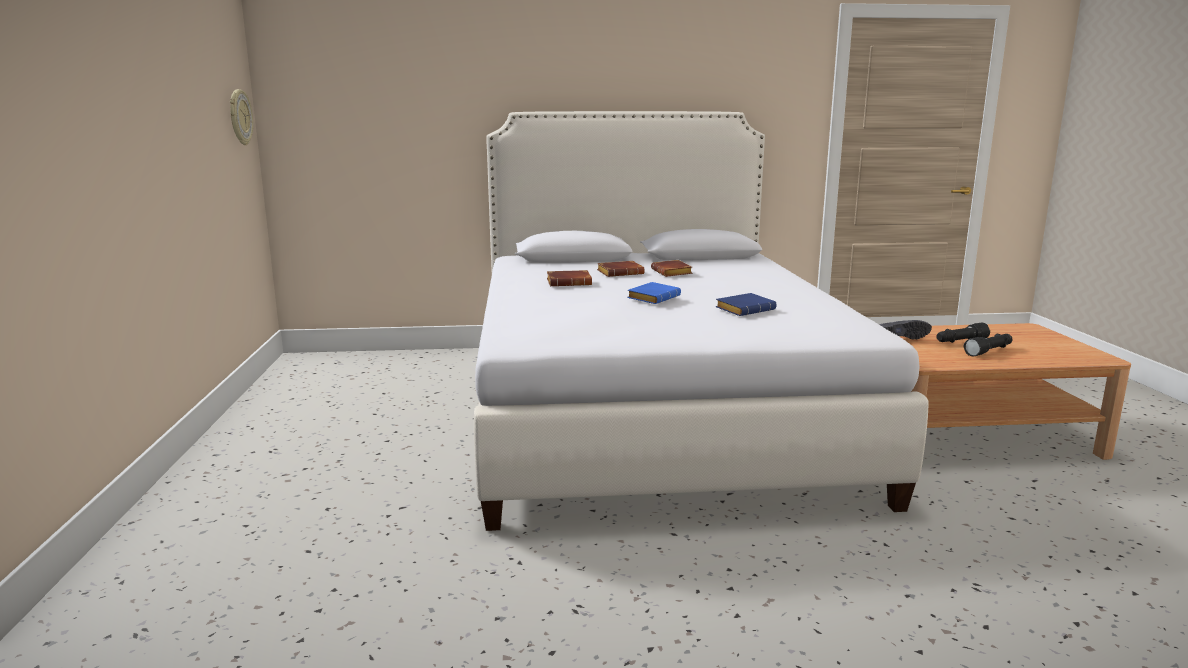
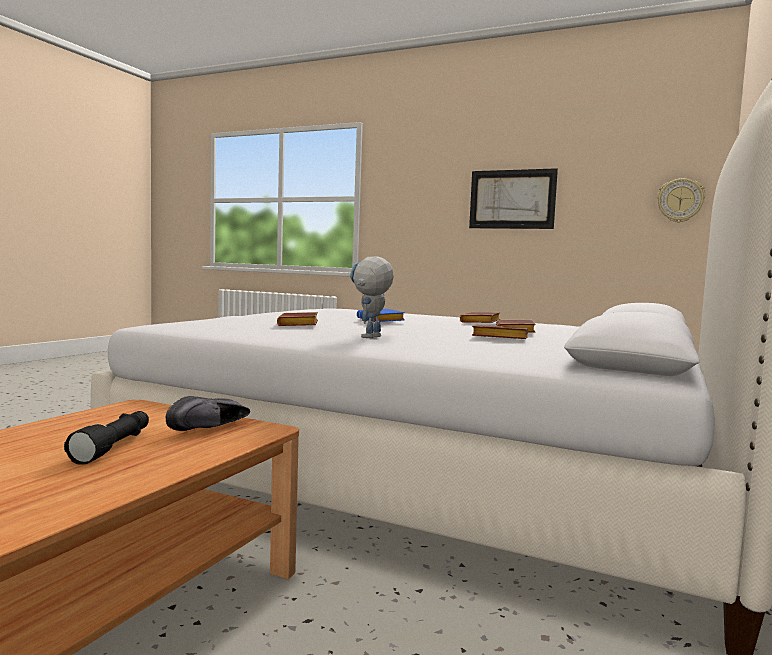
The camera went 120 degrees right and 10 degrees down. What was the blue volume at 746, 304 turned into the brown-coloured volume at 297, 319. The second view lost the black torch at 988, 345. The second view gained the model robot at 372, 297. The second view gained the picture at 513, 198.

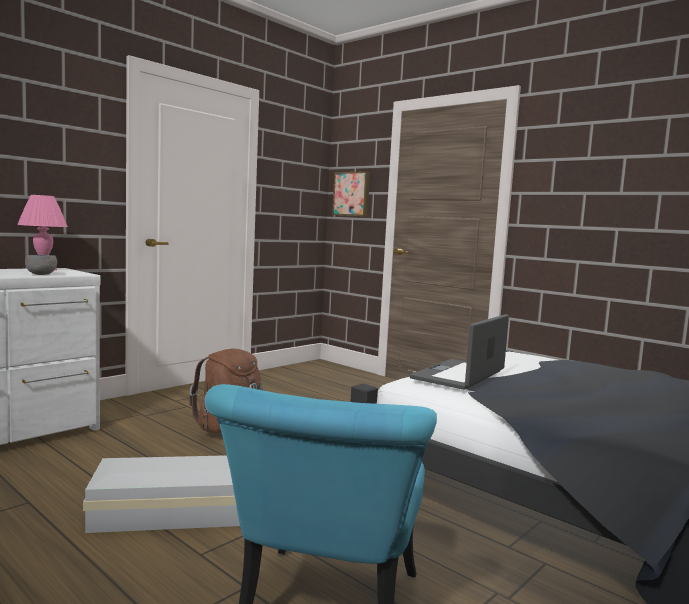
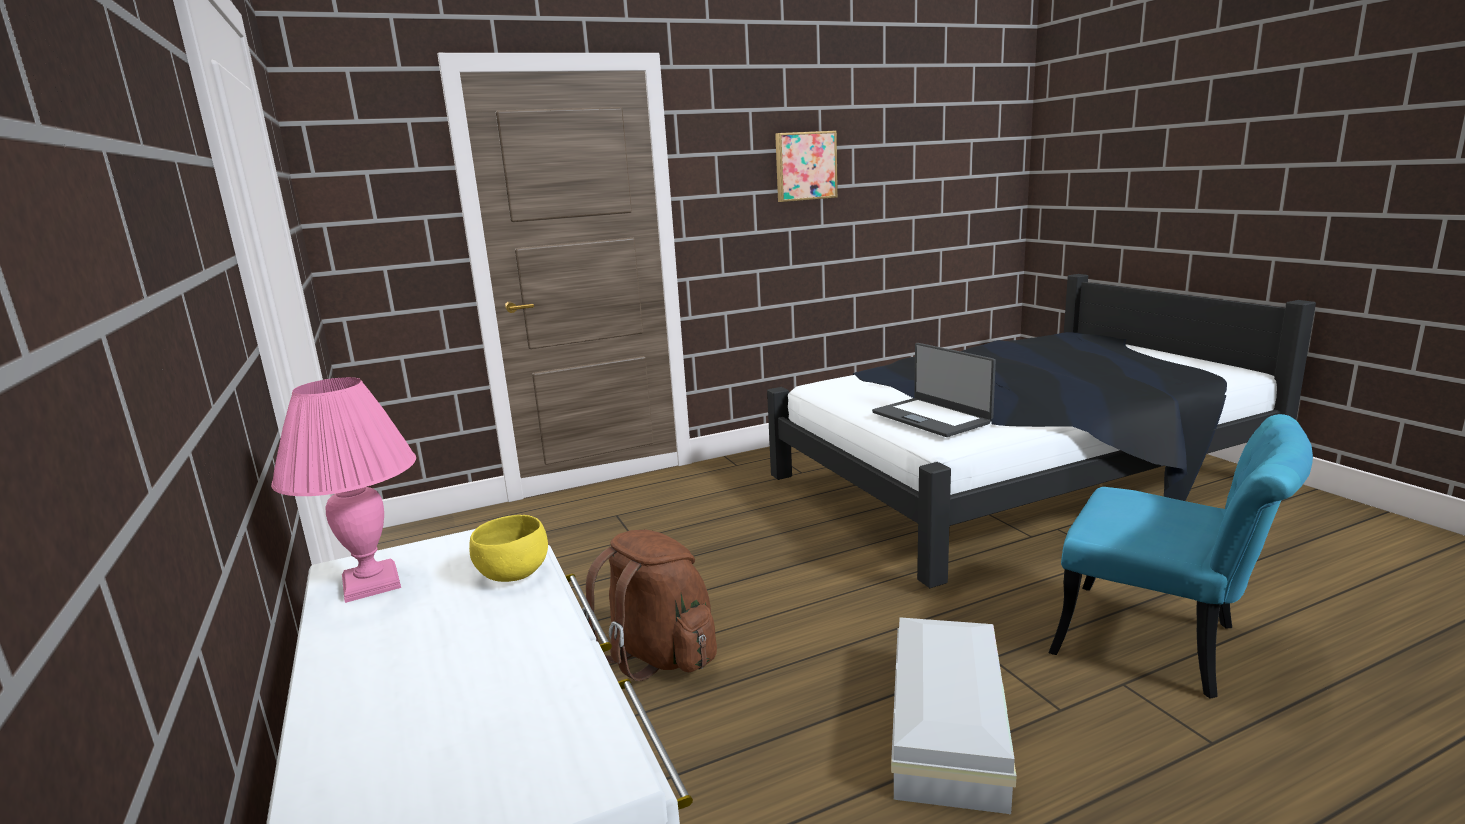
The camera went 65 degrees left and 10 degrees up. What was the gray serving bowl at 41, 265 turned into the yellow serving bowl at 508, 548. The picture ended up elsewhere, having gone from 351, 193 to 806, 166.

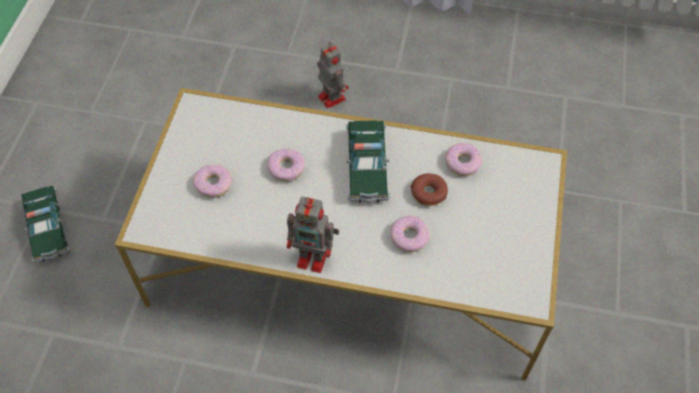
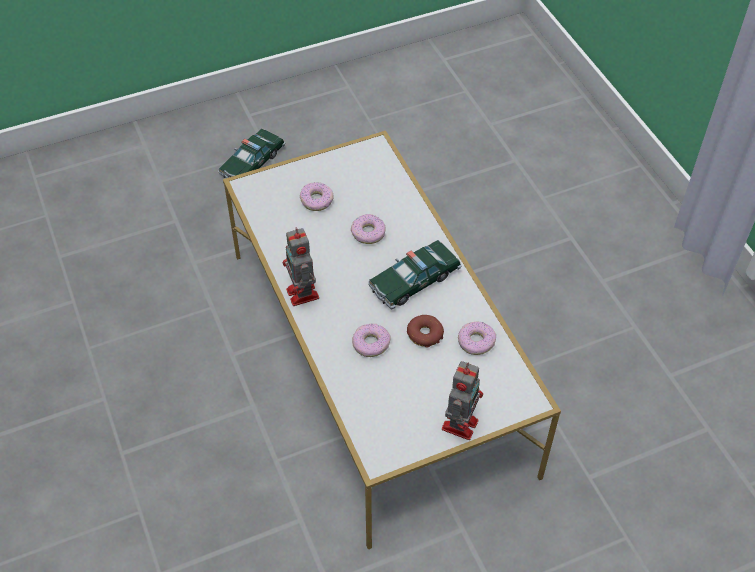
The camera went 55 degrees right and 5 degrees down. The model robot ended up elsewhere, having gone from 333, 75 to 462, 400.

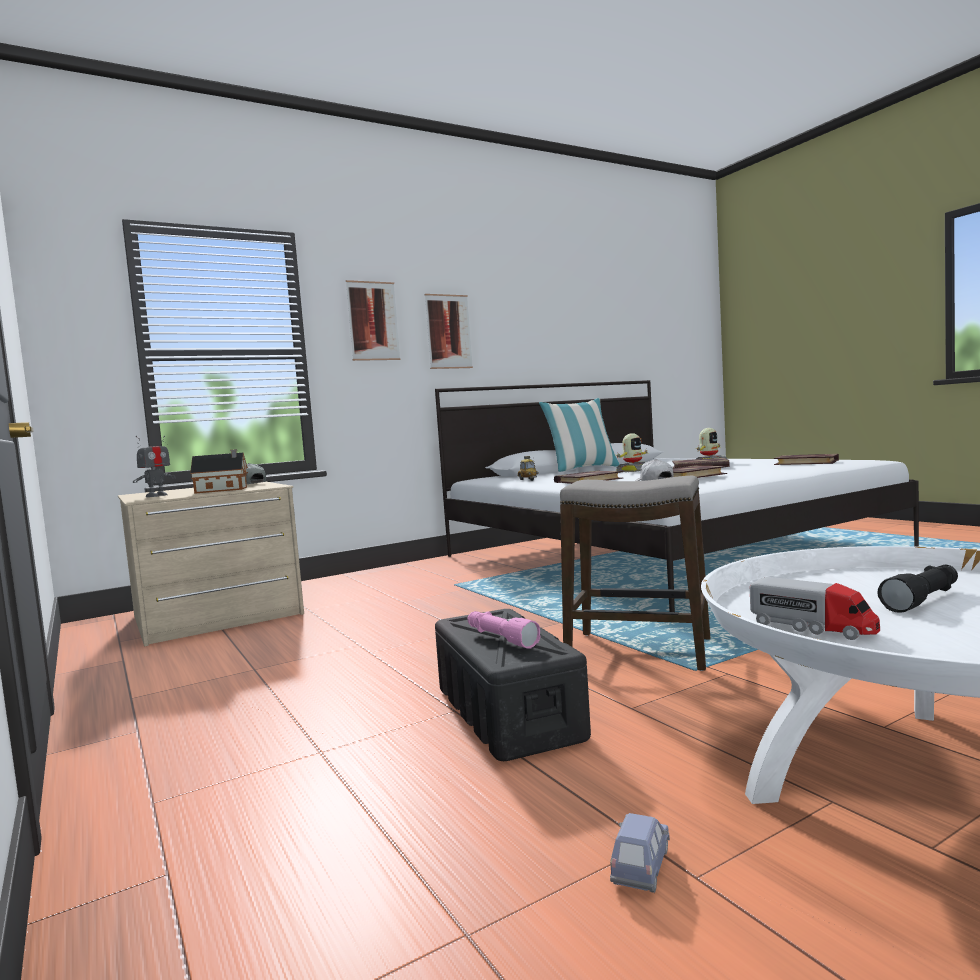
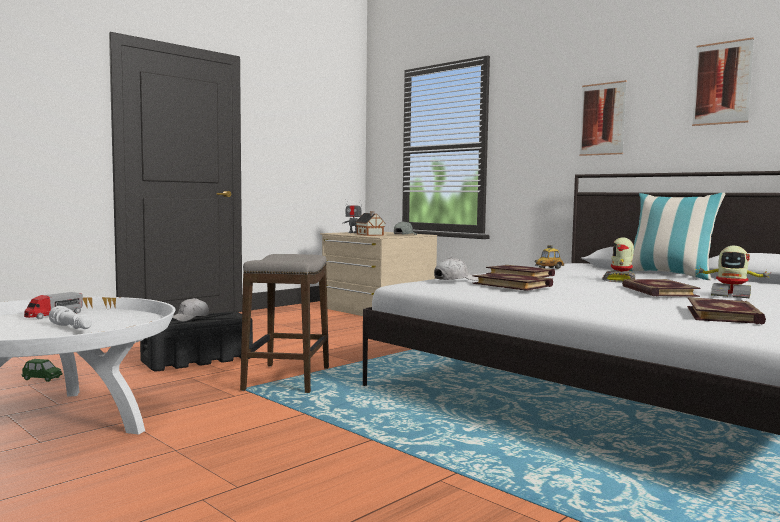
The camera went 75 degrees right and 0 degrees up. The picture ended up elsewhere, having gone from 373, 320 to 723, 81. Where the pink torch stood at 504, 630, the whitish peaked cap came to stand at 190, 310. What was the blue miniature car at 640, 853 turned into the greenish miniature car at 42, 370. The model robot at 632, 452 ended up facing another way, 75 degrees clockwise from before. What was the black torch at 918, 589 turned into the whitish torch at 70, 317.

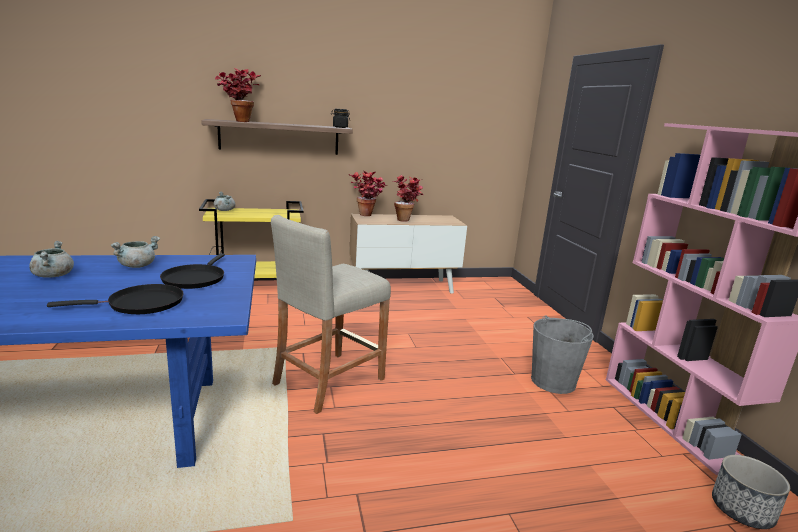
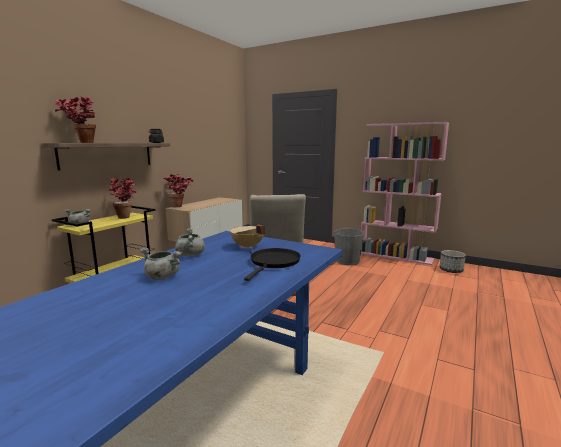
The camera went 45 degrees left and 5 degrees down. Where the black skillet stood at 192, 271, the beige saucepot came to stand at 247, 237. The plant in a pot ended up elsewhere, having gone from 408, 198 to 122, 198.

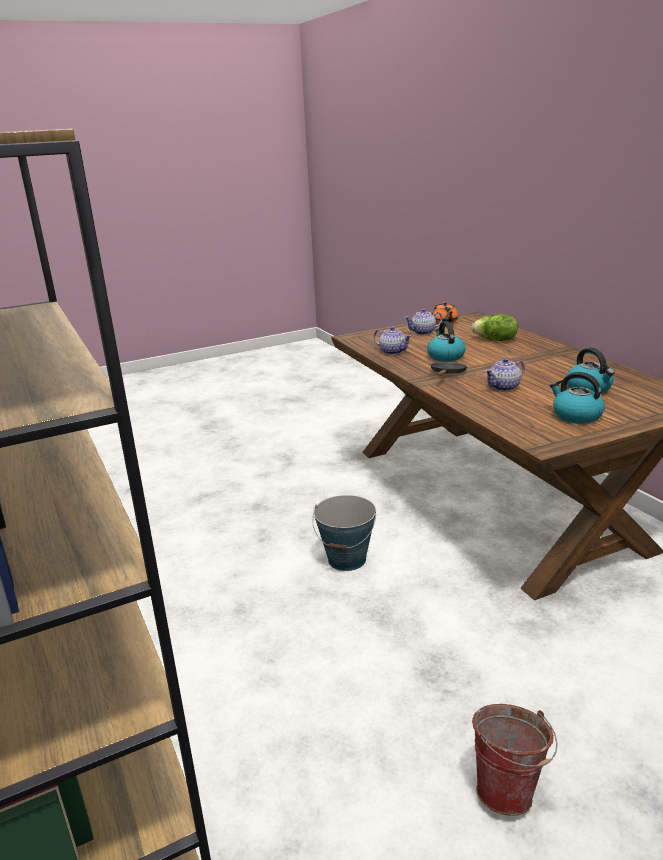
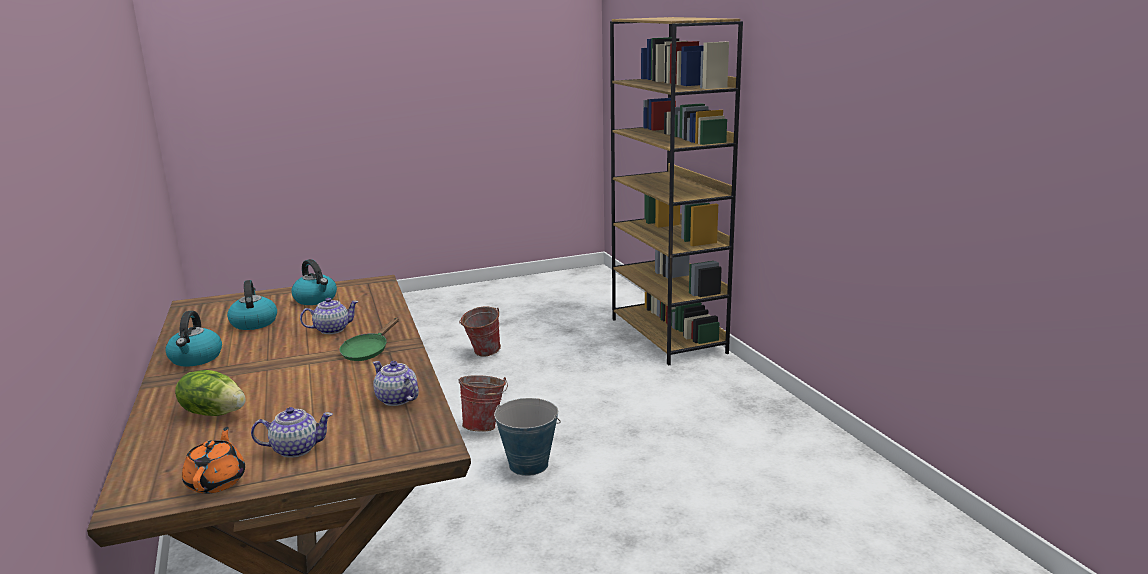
The camera went 175 degrees left and 5 degrees down. The water kettle ended up elsewhere, having gone from 446, 341 to 193, 339. What was the black skillet at 448, 369 turned into the greenish skillet at 369, 339. The second view gained the water bucket at 483, 403.

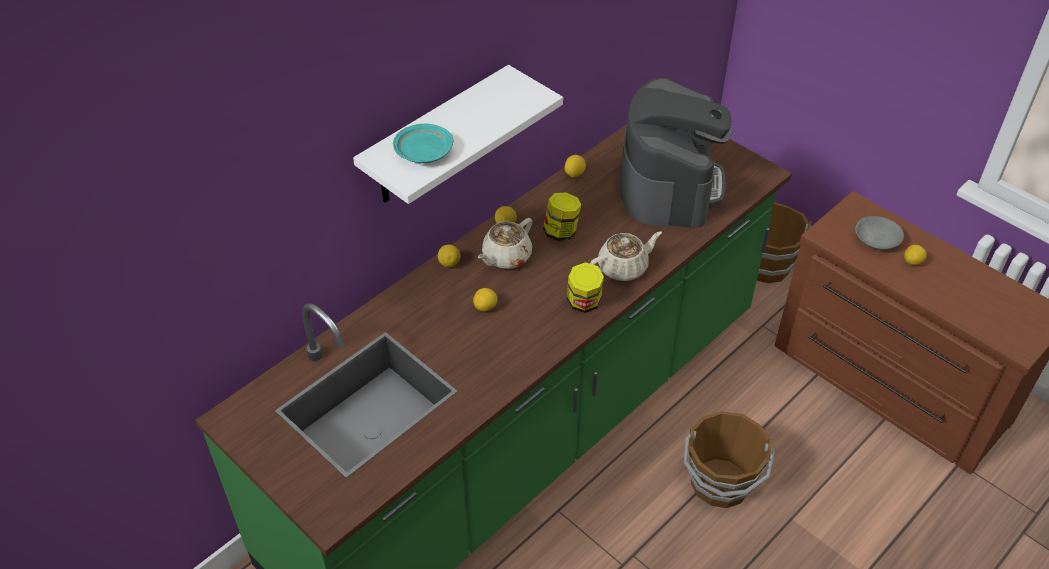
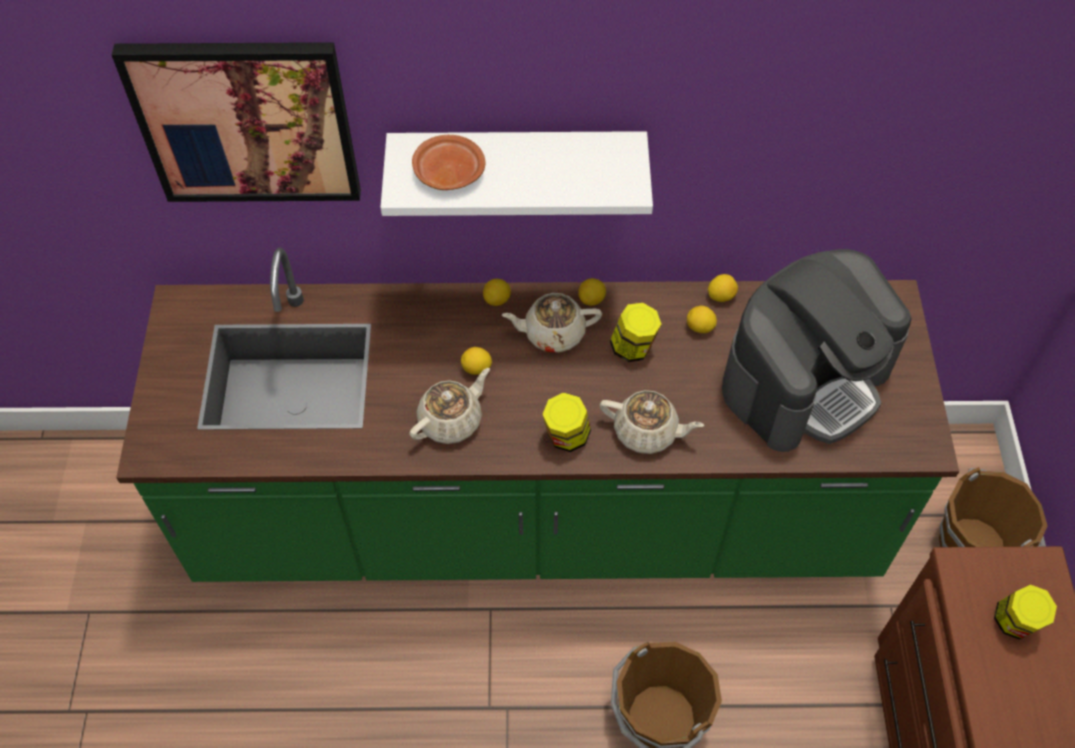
The camera went 45 degrees right and 10 degrees up. What was the blue-green dinner plate at 423, 143 turned into the brown-coloured dinner plate at 448, 162. Where the gray serving bowl stood at 879, 233, the preserve jar came to stand at 1025, 612. The whole lemon ended up elsewhere, having gone from 915, 255 to 702, 319. The second view gained the picture at 236, 122. The second view gained the beige teapot at 449, 406.

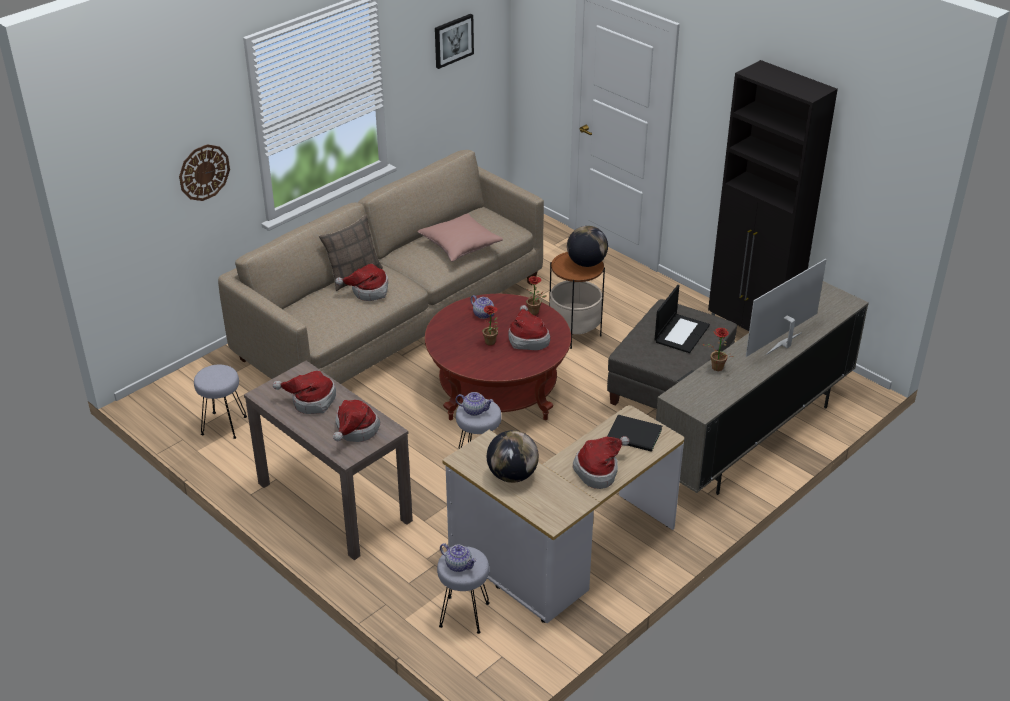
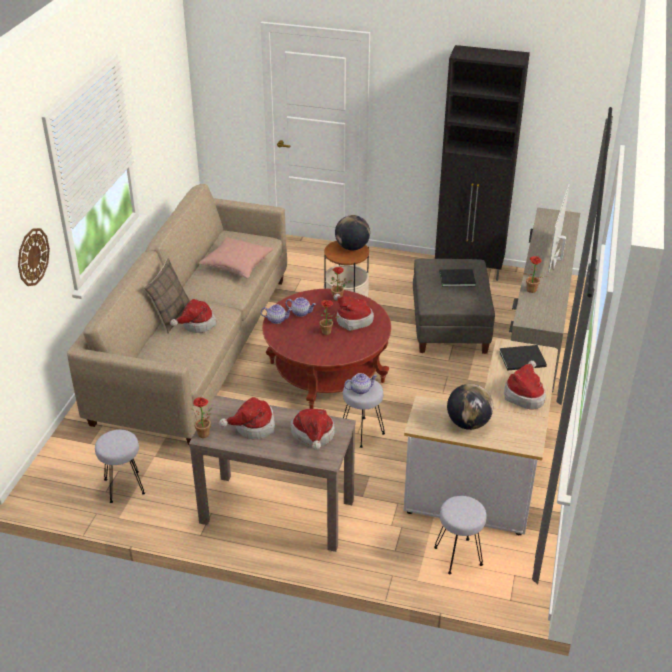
The camera went 30 degrees left and 0 degrees up. The second view lost the picture at 454, 41. The teapot ended up elsewhere, having gone from 458, 557 to 276, 314. Where the portable computer stood at 682, 319, the black volume came to stand at 458, 278. The second view gained the plant in a pot at 201, 417.

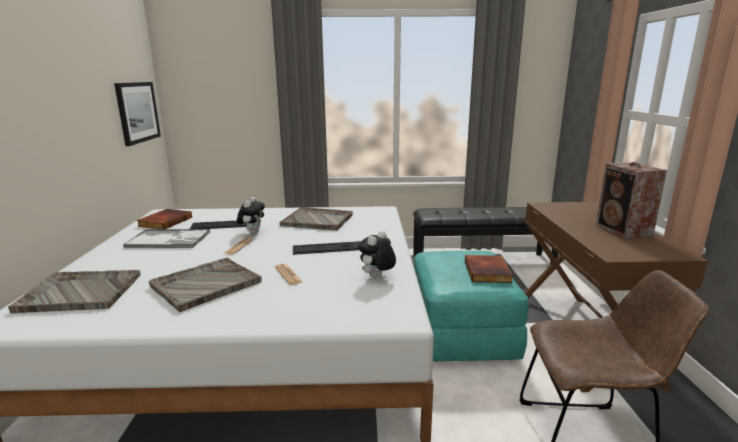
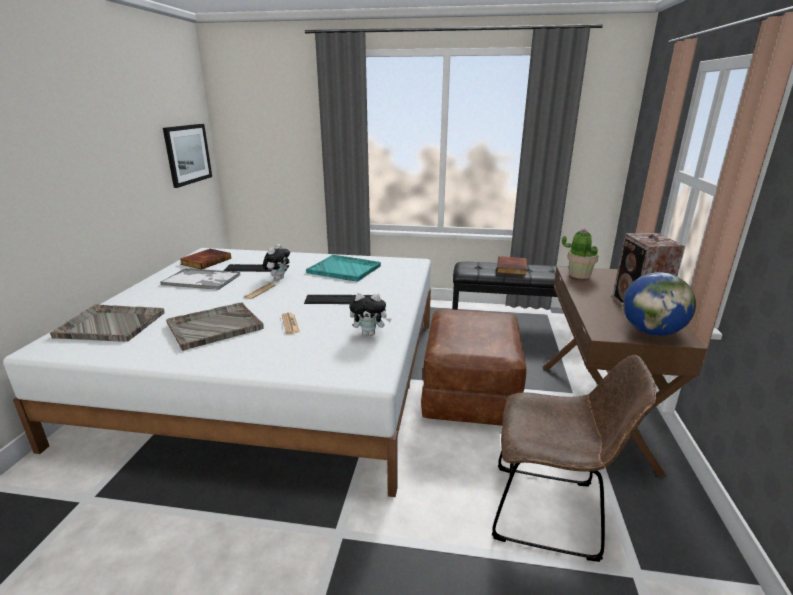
The camera went 10 degrees right and 5 degrees up. What was the gray carrying tray at 316, 218 turned into the blue-green carrying tray at 343, 268. The cuddly toy at 377, 254 ended up facing another way, 135 degrees counterclockwise from before. What was the blue-green footrest at 471, 306 turned into the brown-coloured footrest at 474, 367. The volume ended up elsewhere, having gone from 489, 269 to 511, 265. The second view gained the plant in a pot at 580, 254. The second view gained the desk globe at 659, 304.

